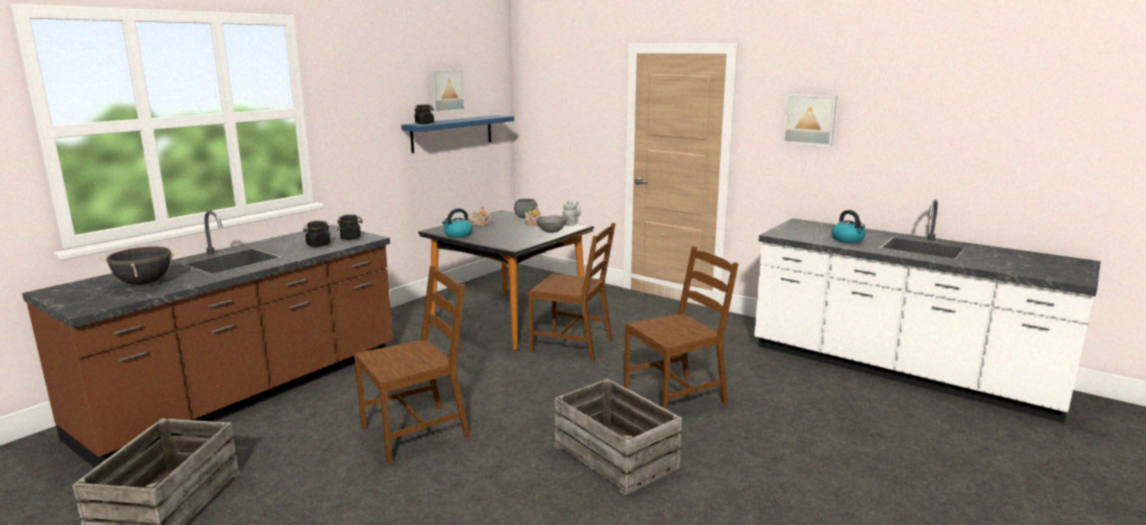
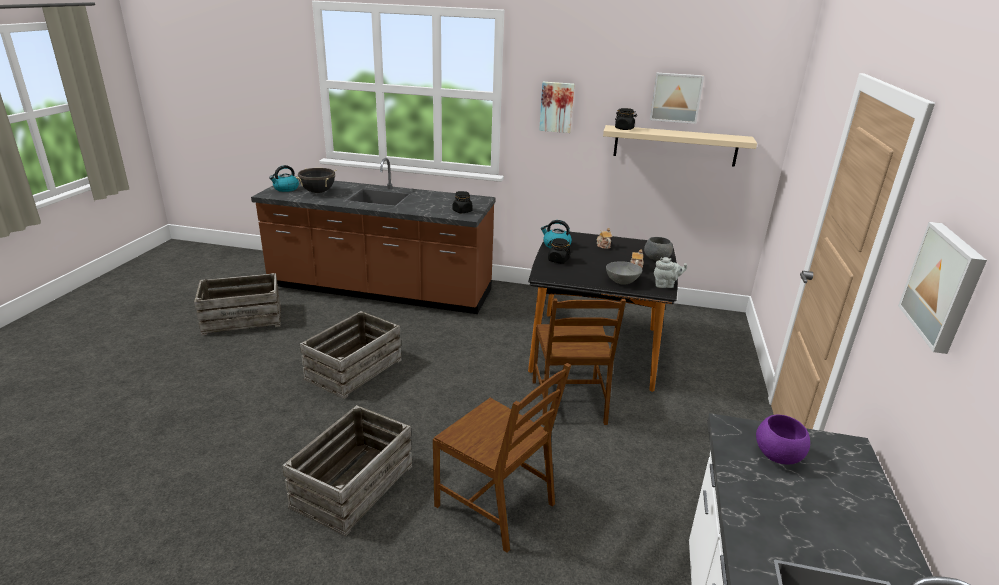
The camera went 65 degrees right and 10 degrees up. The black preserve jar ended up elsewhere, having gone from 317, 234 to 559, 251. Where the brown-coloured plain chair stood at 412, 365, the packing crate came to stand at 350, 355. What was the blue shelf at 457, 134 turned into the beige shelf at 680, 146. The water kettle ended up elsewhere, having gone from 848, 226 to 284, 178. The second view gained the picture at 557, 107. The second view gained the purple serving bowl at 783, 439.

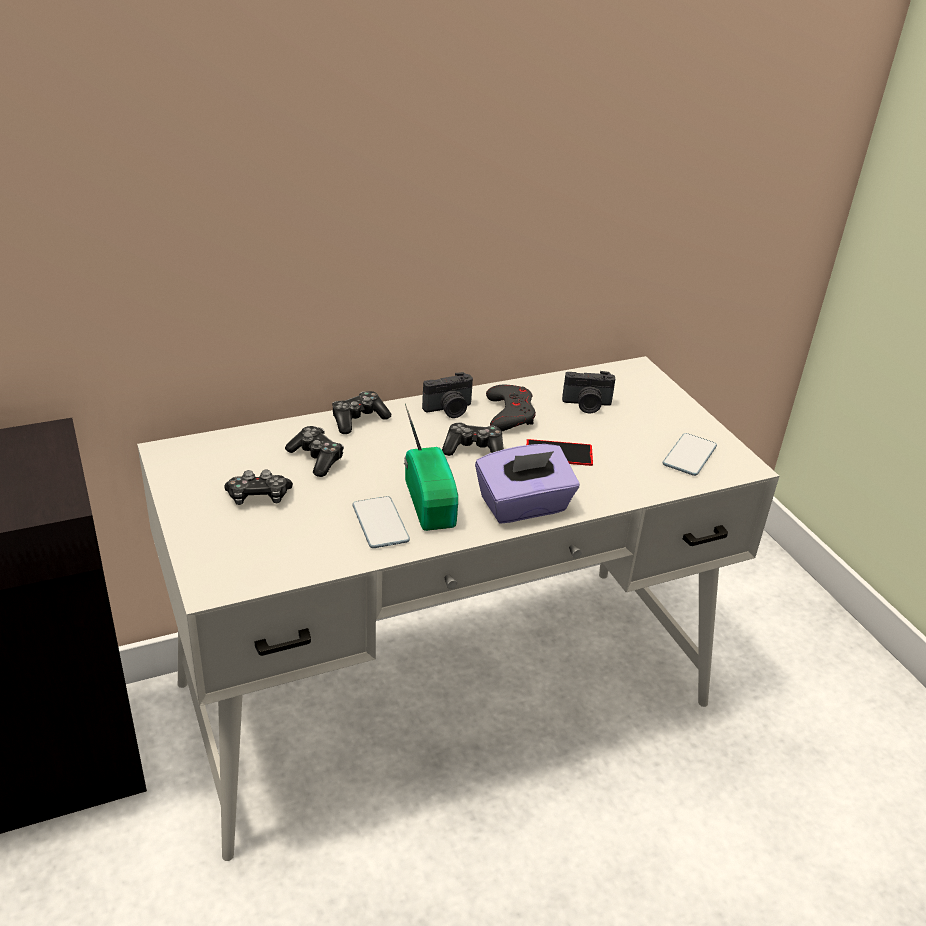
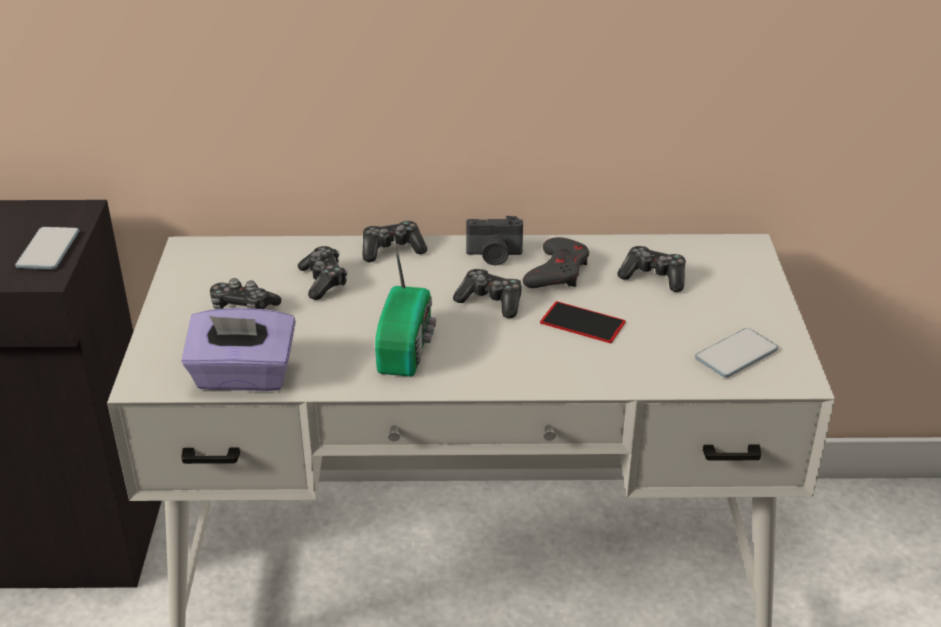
The camera went 25 degrees right and 0 degrees up. The telephone ended up elsewhere, having gone from 381, 522 to 47, 248. The purple box of tissues ended up elsewhere, having gone from 527, 483 to 238, 349. Where the photo camera stood at 588, 392, the game controller came to stand at 652, 269.

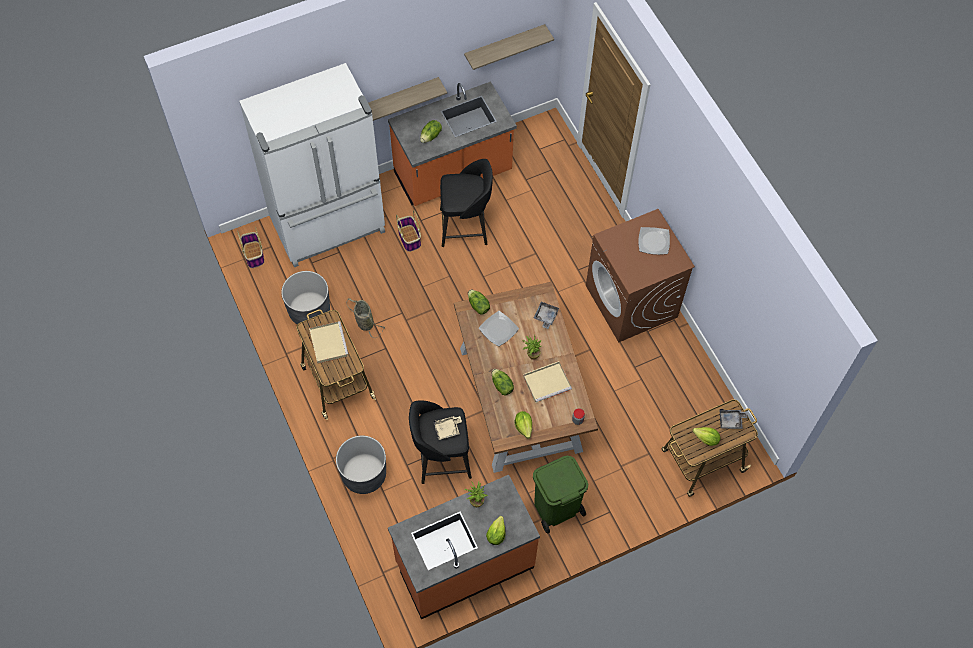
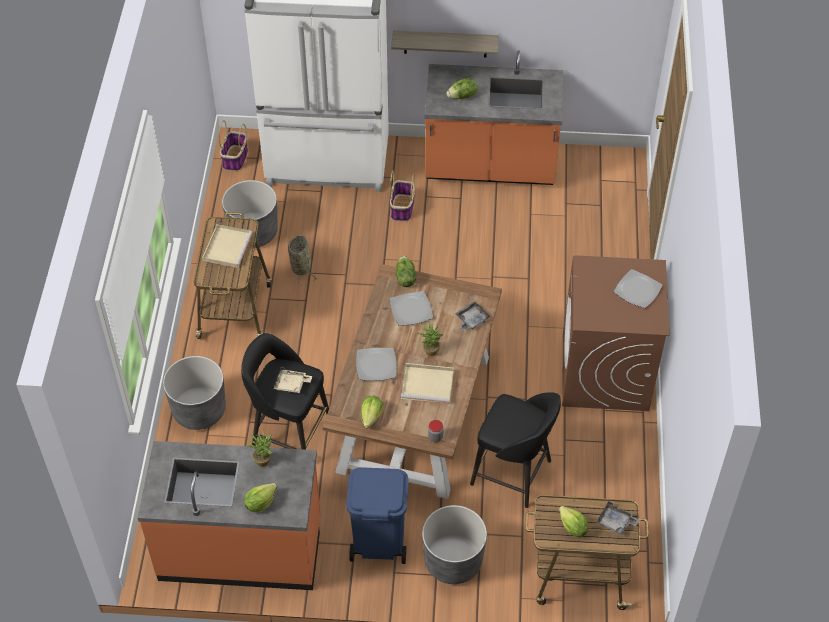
The camera went 30 degrees right and 10 degrees down. The black stool seat ended up elsewhere, having gone from 466, 203 to 515, 450. The second view lost the shelf at 509, 47. Where the lettuce head stood at 503, 382, the dinner plate came to stand at 376, 364. What was the greenish rubbish bin at 560, 495 turned into the blue rubbish bin at 377, 515. The second view gained the gray plant pot at 454, 544.

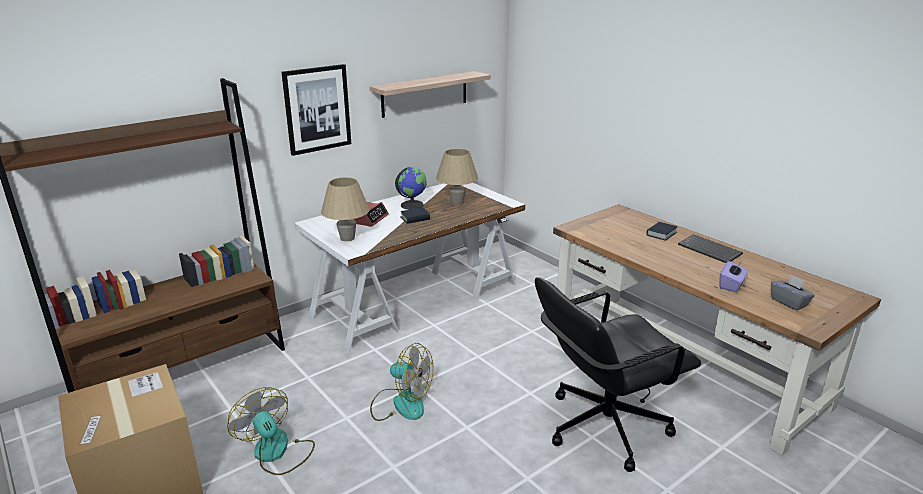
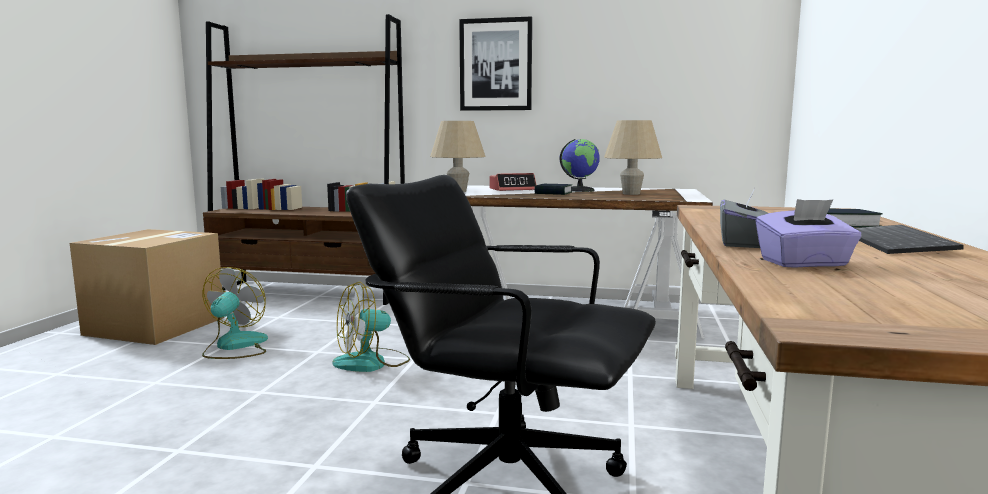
The camera went 50 degrees right and 15 degrees down. The second view lost the shelf at 430, 94. The fan at 401, 382 ended up facing another way, 75 degrees clockwise from before. The gray box of tissues ended up elsewhere, having gone from 793, 292 to 744, 218.

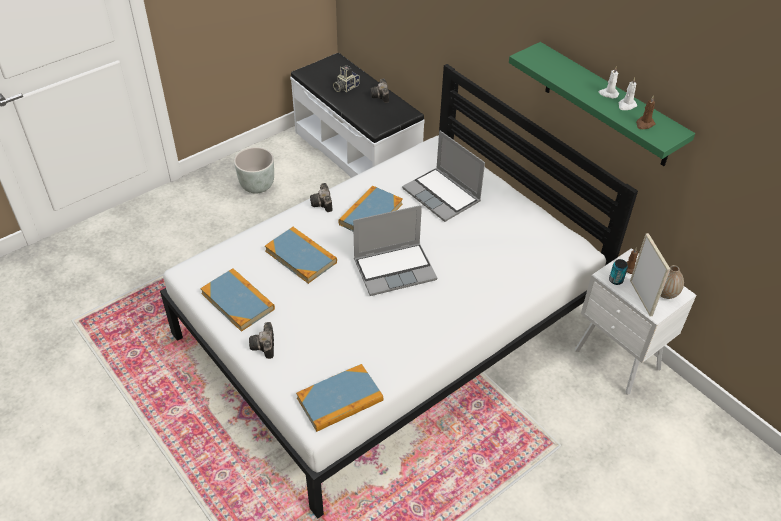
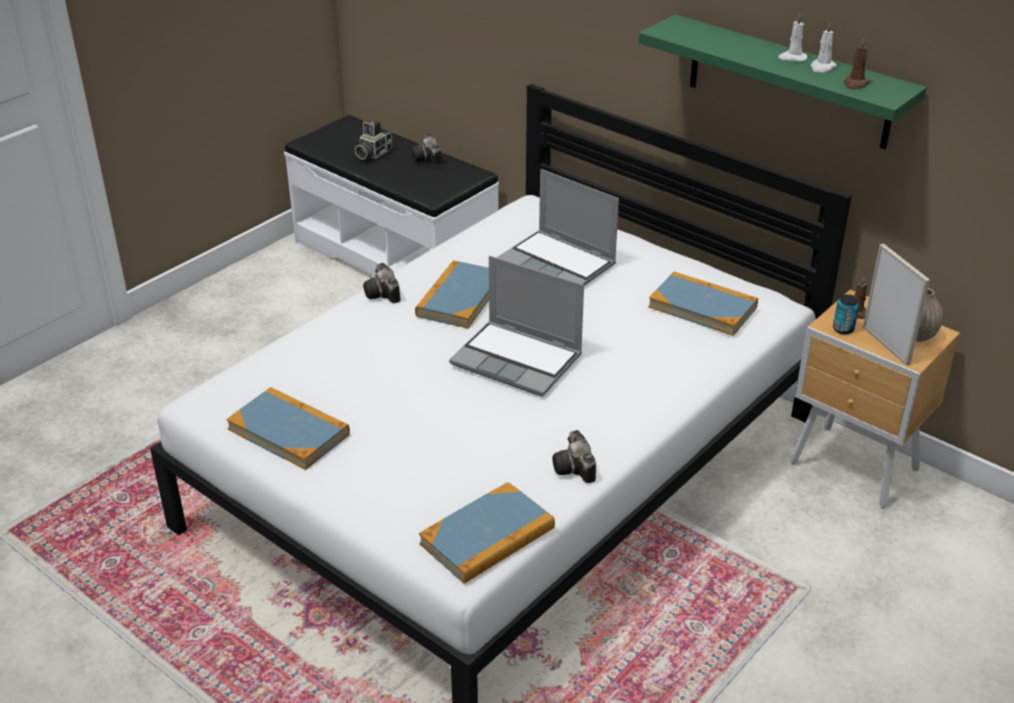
The camera went 10 degrees left and 10 degrees down. The second view lost the gray plant pot at 254, 170. The photo camera ended up elsewhere, having gone from 261, 340 to 574, 456. The volume ended up elsewhere, having gone from 301, 255 to 703, 303. The portable computer at 395, 250 ended up facing another way, 60 degrees clockwise from before. What was the whitish bedside table at 635, 321 turned into the brown-coloured bedside table at 875, 399.

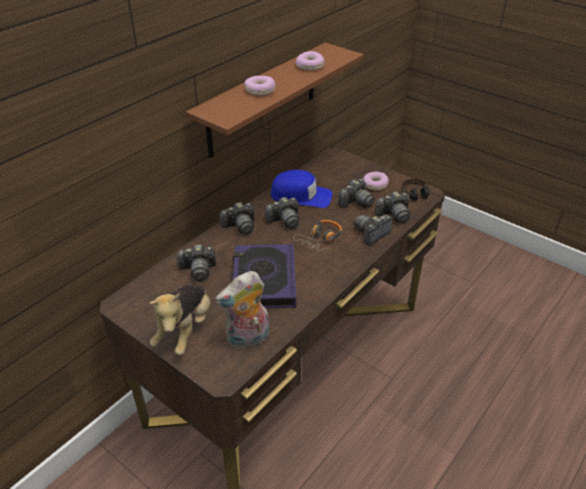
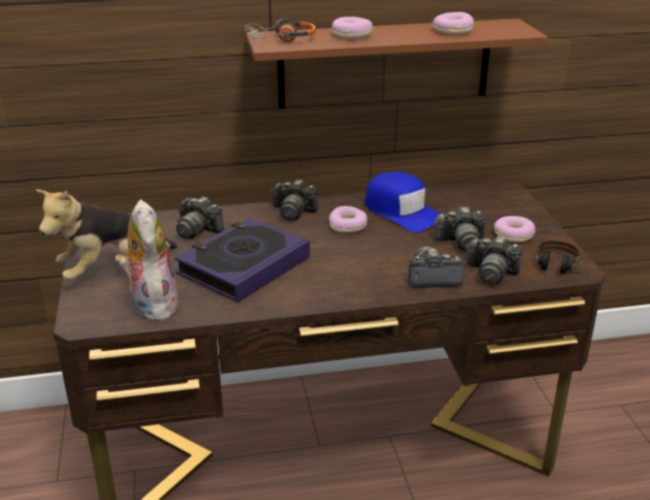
The camera went 40 degrees right and 10 degrees down. The cuddly toy at 242, 310 ended up facing another way, 60 degrees clockwise from before. Where the photo camera stood at 282, 213, the donut came to stand at 348, 219. The pair of headphones ended up elsewhere, having gone from 317, 235 to 280, 30.

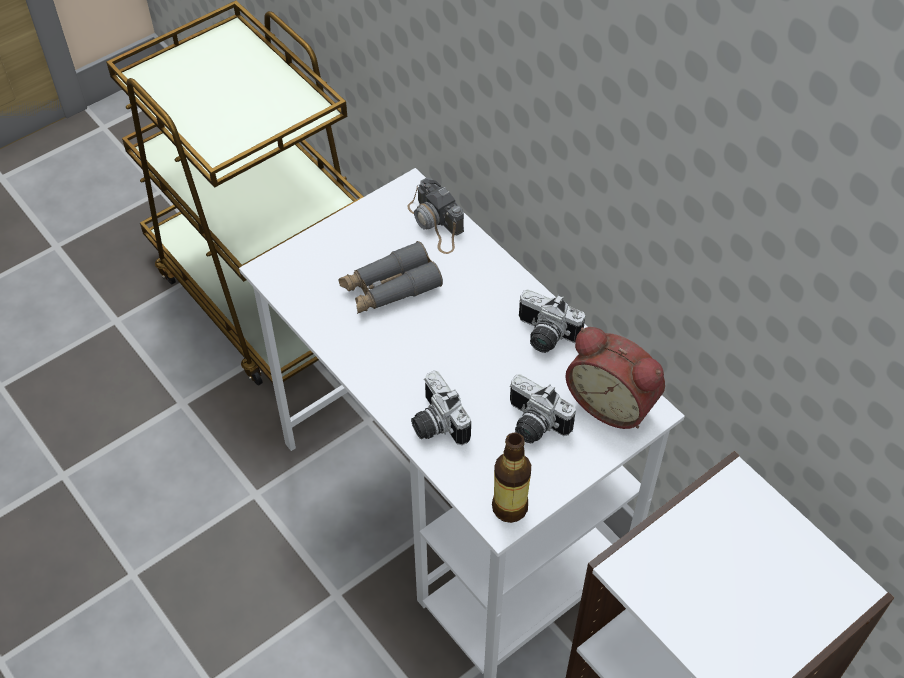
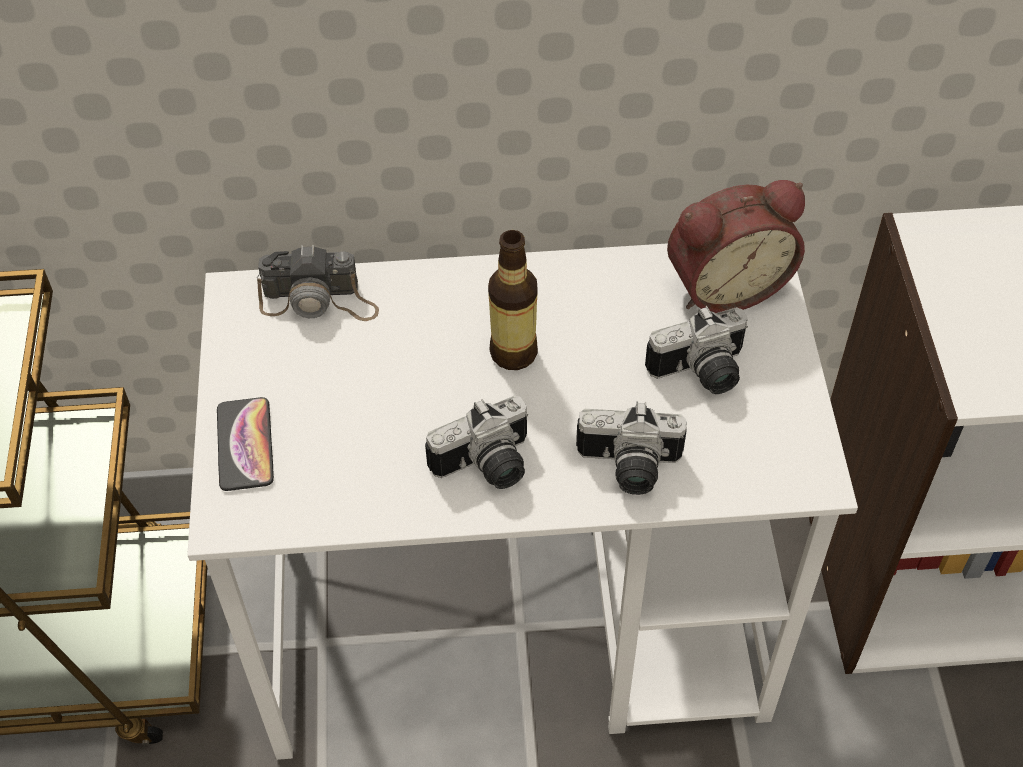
The camera went 55 degrees left and 0 degrees up. The second view lost the gray binoculars at 390, 277. The bottle ended up elsewhere, having gone from 511, 478 to 513, 300. The photo camera ended up elsewhere, having gone from 552, 321 to 476, 442. The second view gained the telephone at 245, 444.

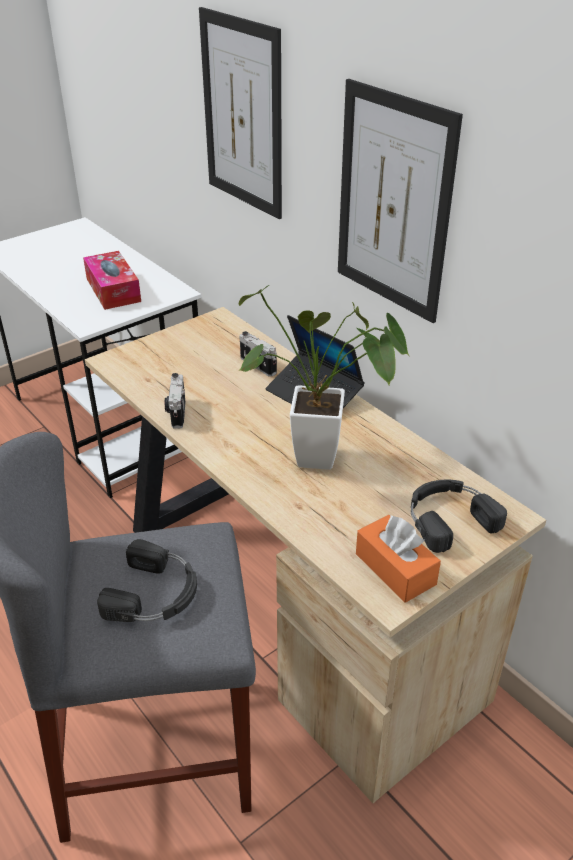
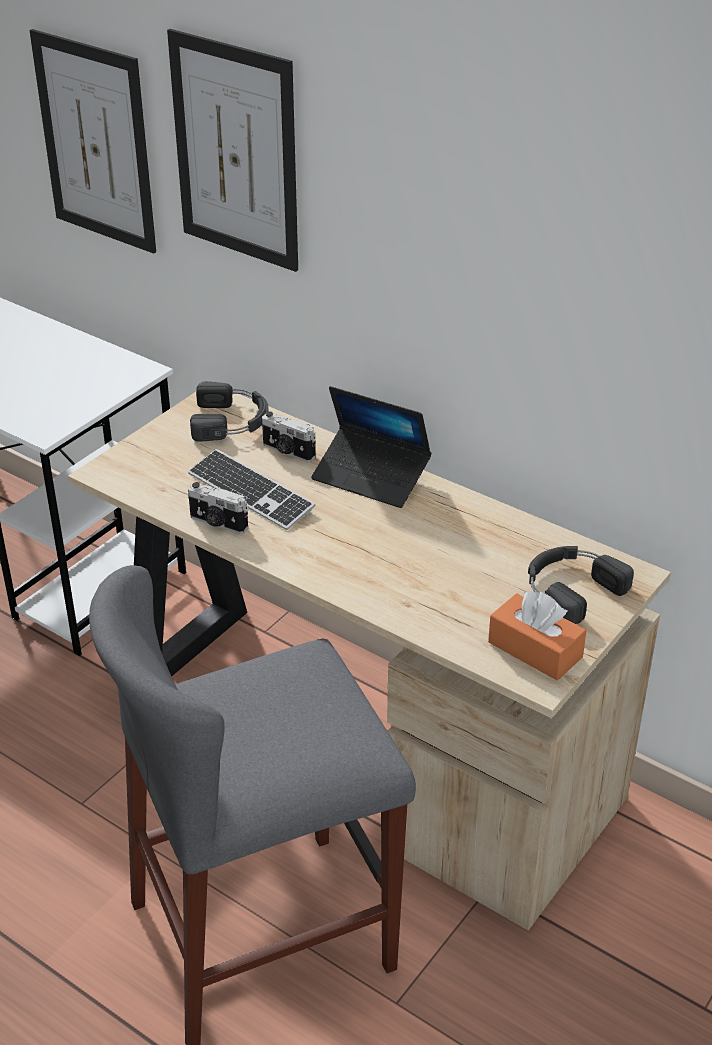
The camera went 15 degrees left and 0 degrees up. The second view lost the box of tissues at 112, 280. The black pair of headphones ended up elsewhere, having gone from 147, 580 to 229, 411. The photo camera at 175, 401 ended up facing another way, 45 degrees counterclockwise from before. The second view lost the plant in a pot at 323, 377. The picture ended up elsewhere, having gone from 400, 201 to 93, 141. The second view gained the keyboard at 251, 489.

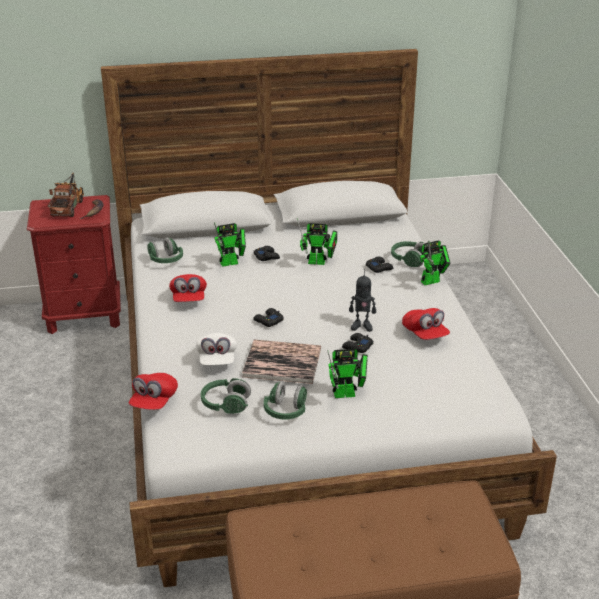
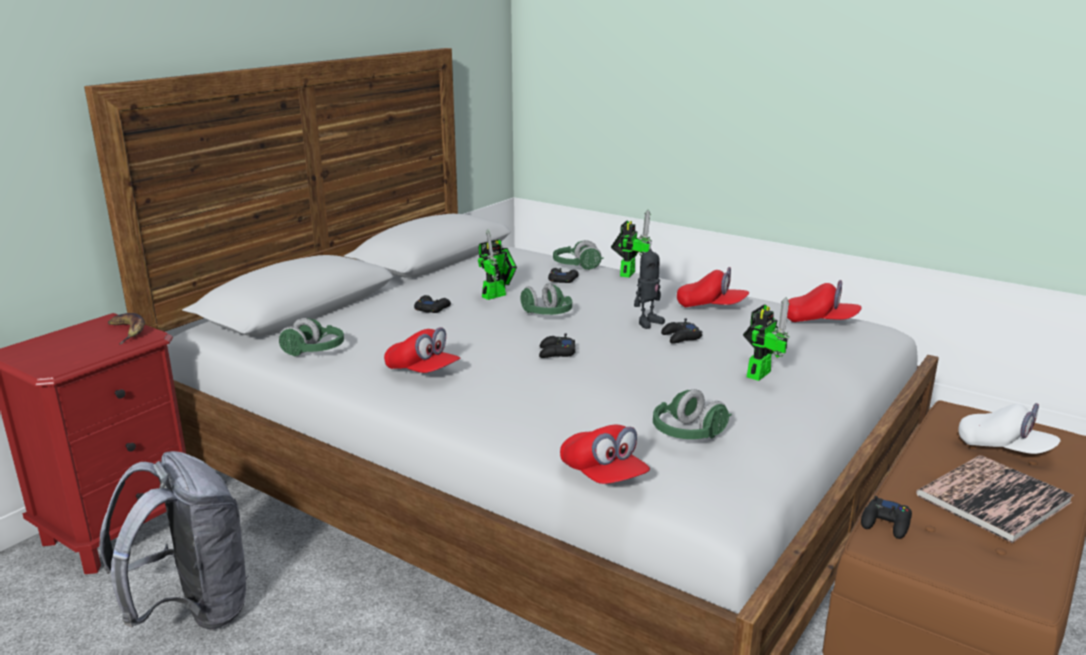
The camera went 45 degrees left and 10 degrees down. The second view lost the toy lorry at 66, 195. The whitish peaked cap ended up elsewhere, having gone from 216, 349 to 1009, 428. The second view lost the model robot at 230, 244. The volume ended up elsewhere, having gone from 281, 362 to 995, 499. The greenish pair of headphones ended up elsewhere, having gone from 285, 400 to 546, 299. The second view gained the gray knapsack at 174, 540. The second view gained the reddish peaked cap at 824, 301. The second view gained the black game controller at 886, 517.

